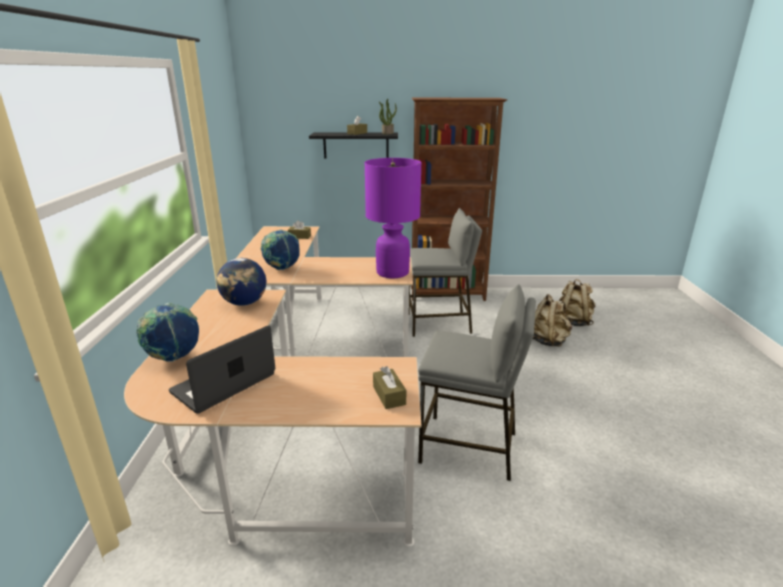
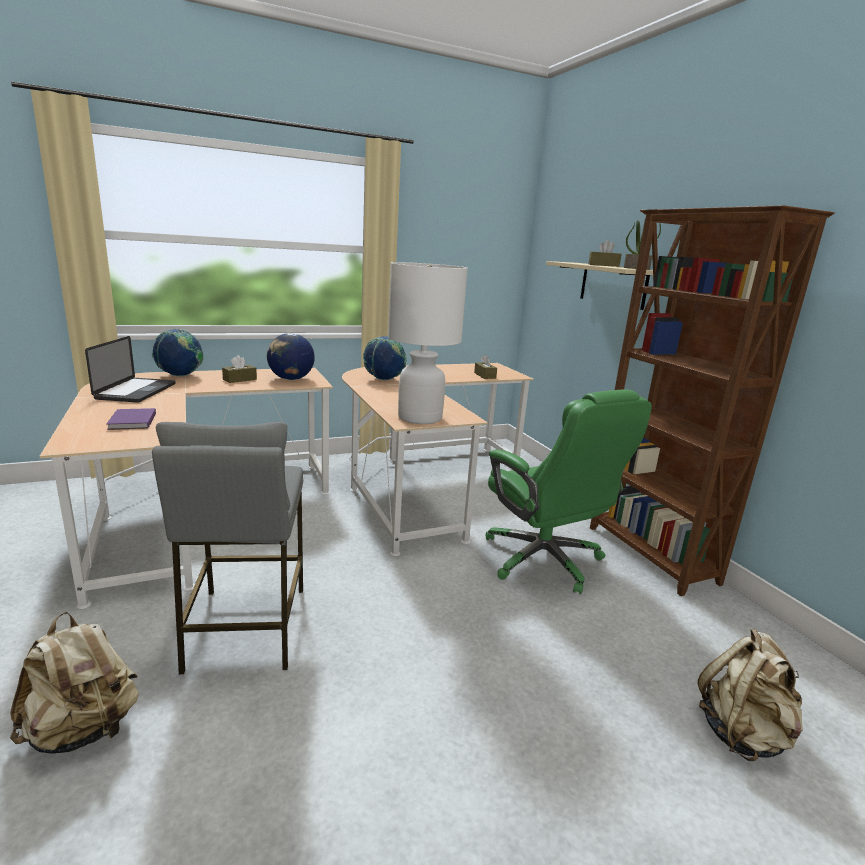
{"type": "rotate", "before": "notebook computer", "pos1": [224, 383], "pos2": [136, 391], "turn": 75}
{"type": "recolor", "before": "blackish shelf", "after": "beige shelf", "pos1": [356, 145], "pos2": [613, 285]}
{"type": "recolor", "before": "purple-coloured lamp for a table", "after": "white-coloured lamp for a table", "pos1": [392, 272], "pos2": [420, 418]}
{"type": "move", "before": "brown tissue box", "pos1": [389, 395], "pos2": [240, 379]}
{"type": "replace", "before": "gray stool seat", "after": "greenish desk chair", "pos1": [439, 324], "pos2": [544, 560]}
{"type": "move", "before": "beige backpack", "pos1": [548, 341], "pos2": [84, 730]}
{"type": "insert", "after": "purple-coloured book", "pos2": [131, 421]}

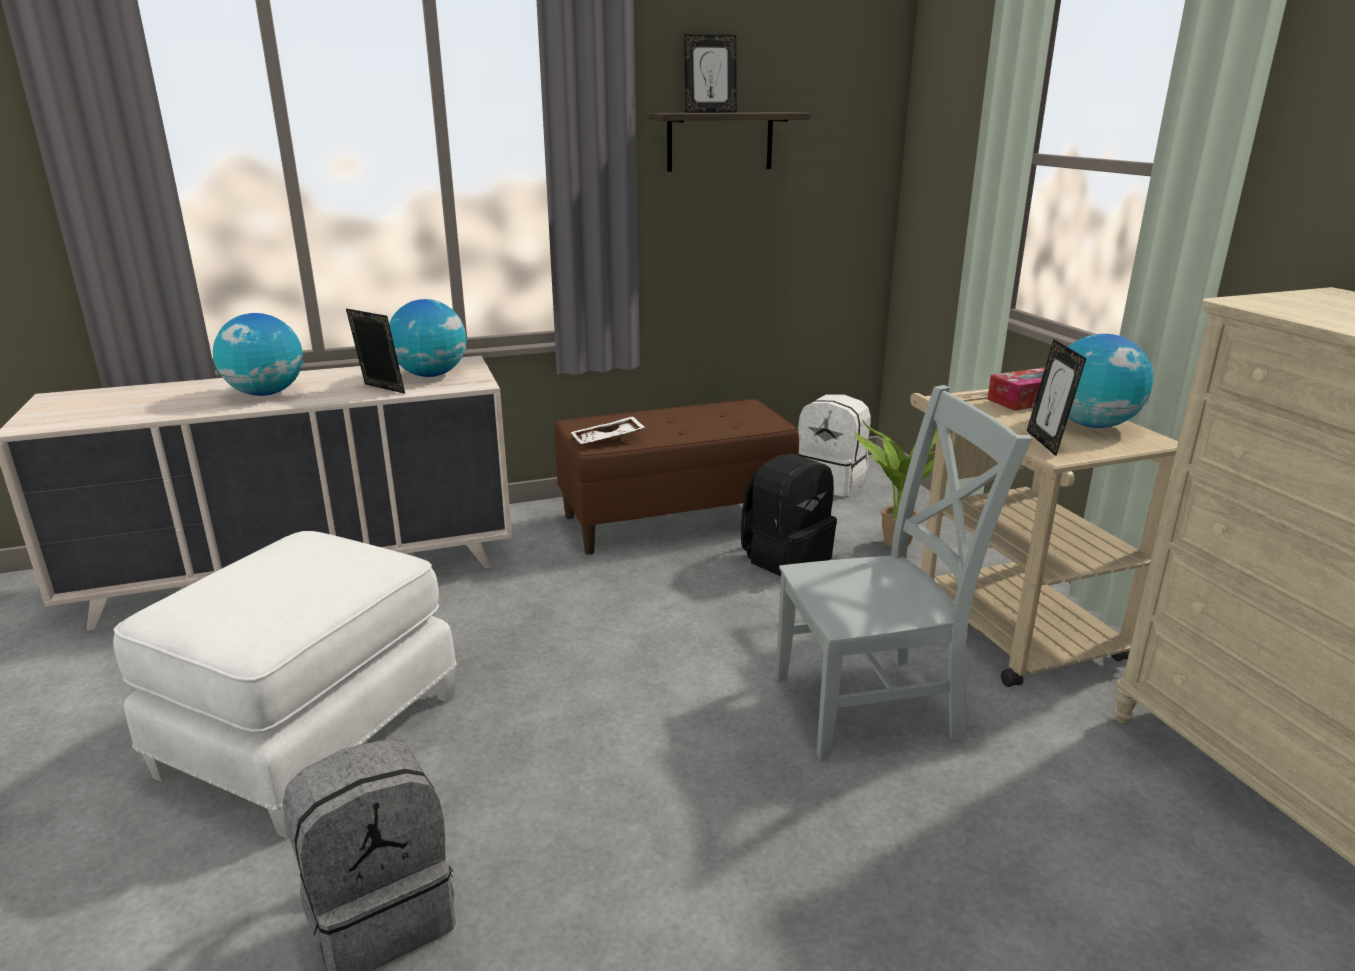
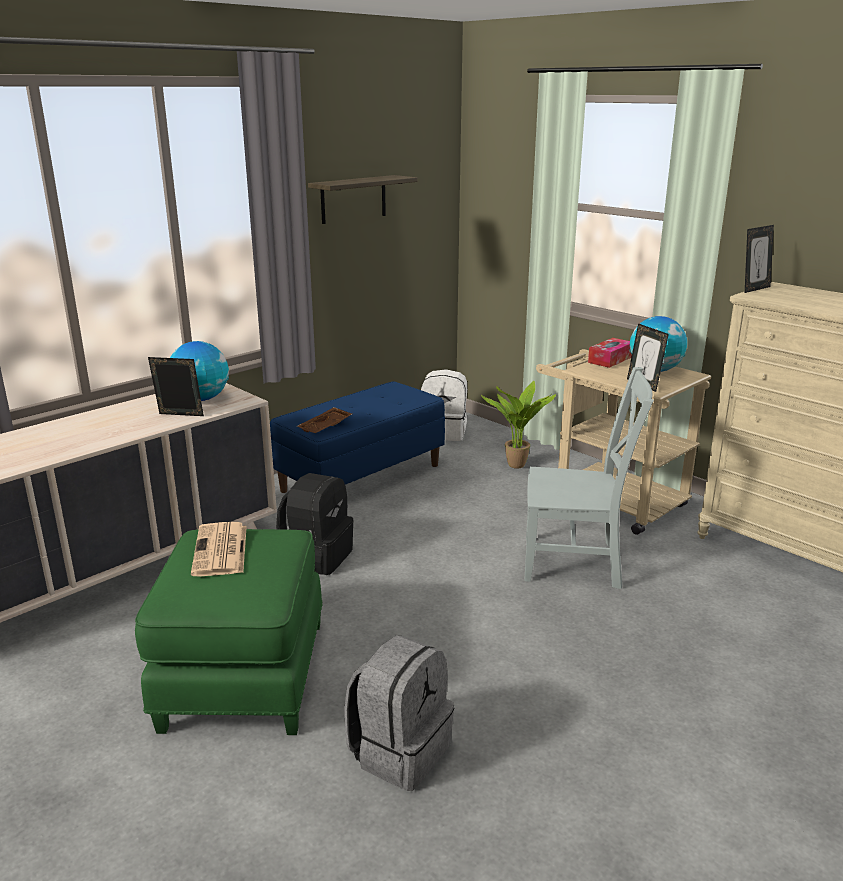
{"type": "recolor", "before": "white-coloured pouffe", "after": "greenish pouffe", "pos1": [310, 732], "pos2": [242, 674]}
{"type": "delete", "before": "globe", "pos1": [265, 394]}
{"type": "recolor", "before": "brown bench", "after": "blue-coloured bench", "pos1": [676, 519], "pos2": [361, 477]}
{"type": "recolor", "before": "white-coloured serving tray", "after": "brown serving tray", "pos1": [608, 440], "pos2": [325, 427]}
{"type": "move", "before": "picture frame", "pos1": [710, 112], "pos2": [754, 289]}
{"type": "move", "before": "blackish backpack", "pos1": [786, 558], "pos2": [317, 557]}
{"type": "rotate", "before": "gray plain chair", "pos1": [874, 705], "pos2": [577, 562], "turn": 45}
{"type": "insert", "after": "printed paper", "pos2": [221, 551]}

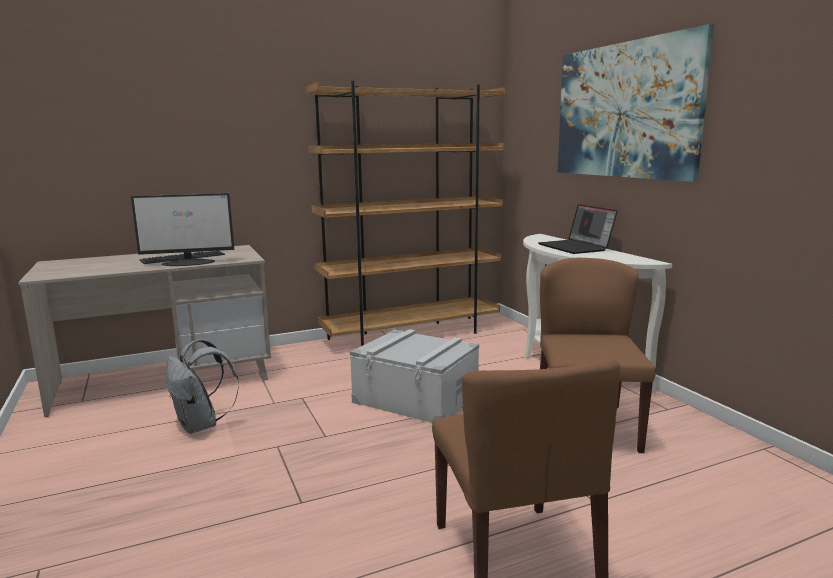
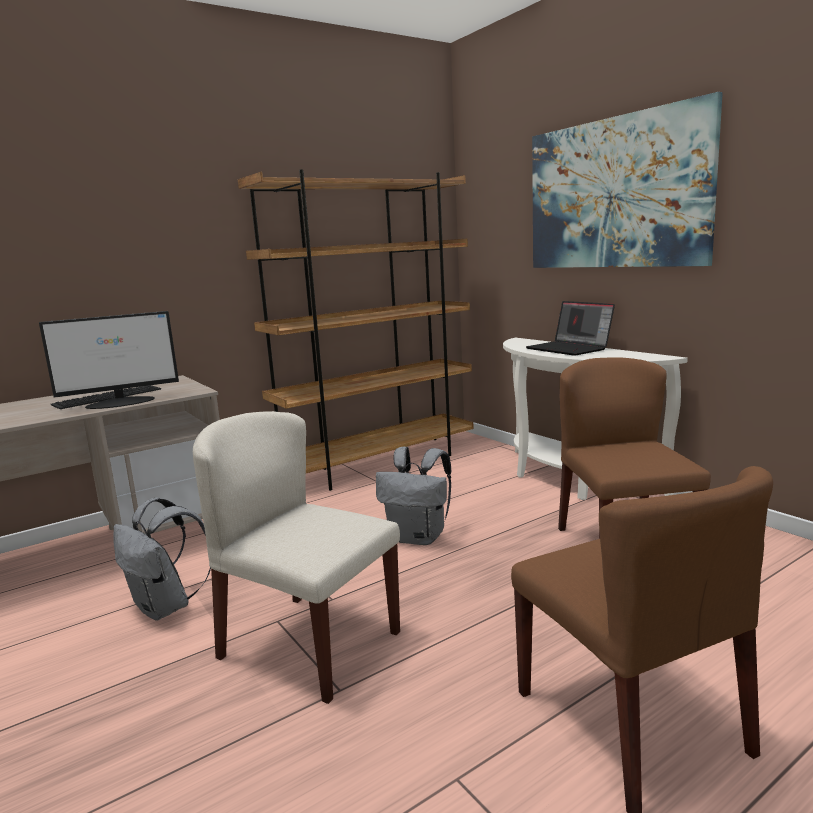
{"type": "replace", "before": "gray storage container", "after": "gray backpack", "pos1": [416, 397], "pos2": [419, 537]}
{"type": "insert", "after": "beige plain chair", "pos2": [308, 644]}

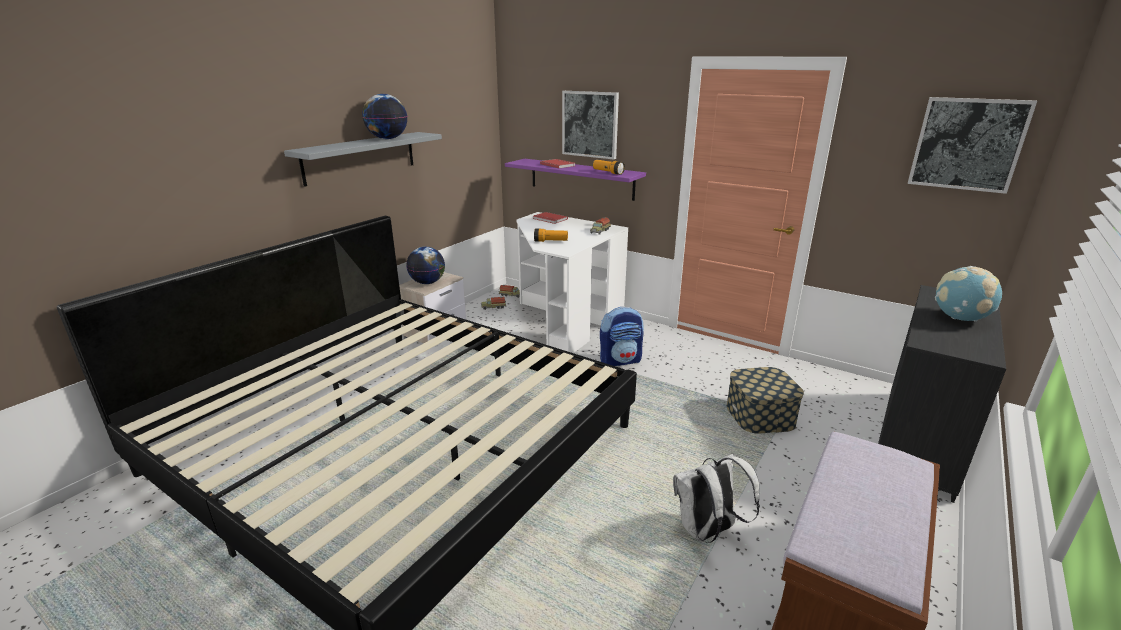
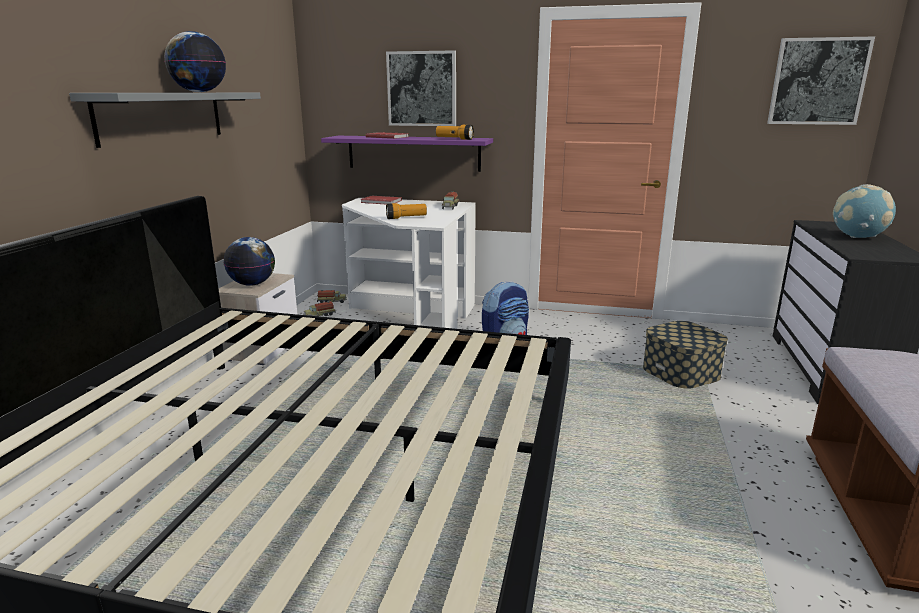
{"type": "delete", "before": "white-coloured backpack", "pos1": [707, 531]}

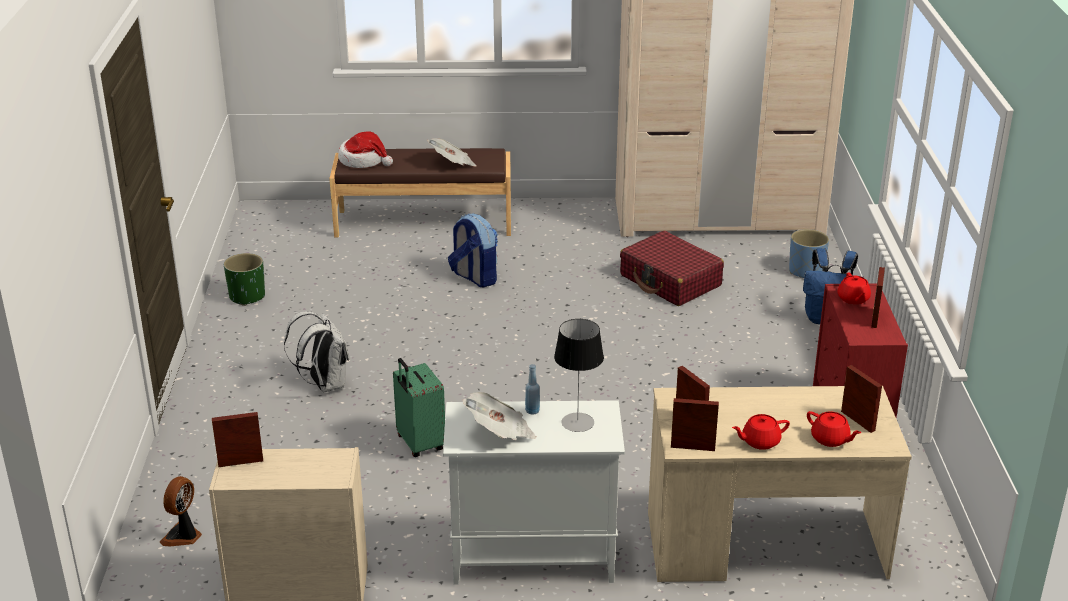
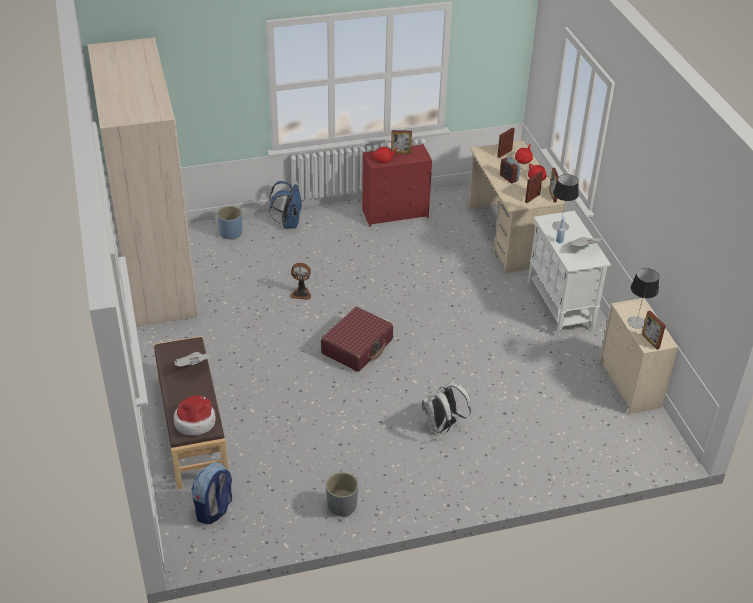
{"type": "move", "before": "cooling fan", "pos1": [183, 536], "pos2": [301, 293]}
{"type": "recolor", "before": "greenish flower pot", "after": "gray flower pot", "pos1": [247, 297], "pos2": [342, 505]}
{"type": "delete", "before": "greenish piece of luggage", "pos1": [419, 444]}
{"type": "move", "before": "backpack", "pos1": [474, 277], "pos2": [214, 510]}
{"type": "move", "before": "reddish piece of luggage", "pos1": [670, 281], "pos2": [357, 346]}
{"type": "insert", "after": "bedside clock", "pos2": [509, 178]}
{"type": "insert", "after": "lamp for a table", "pos2": [636, 322]}

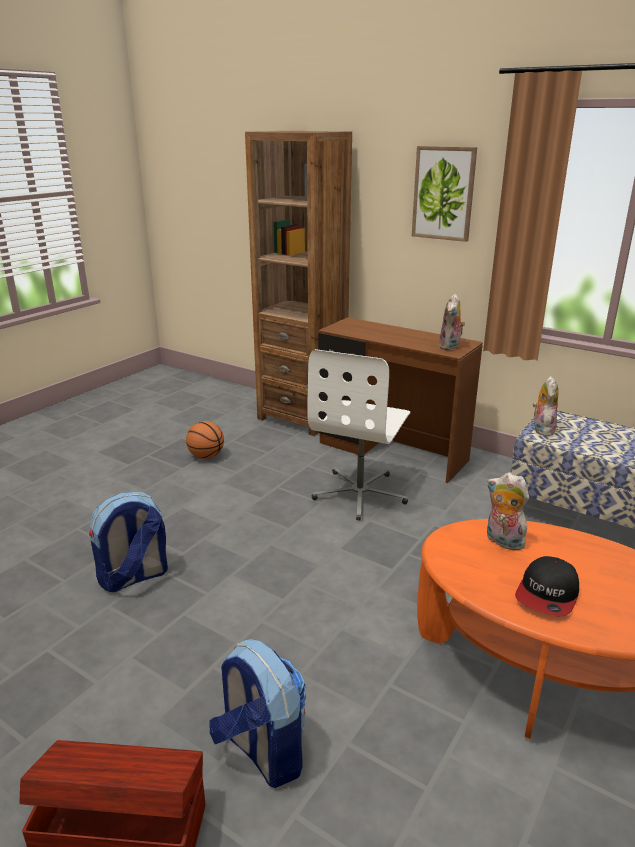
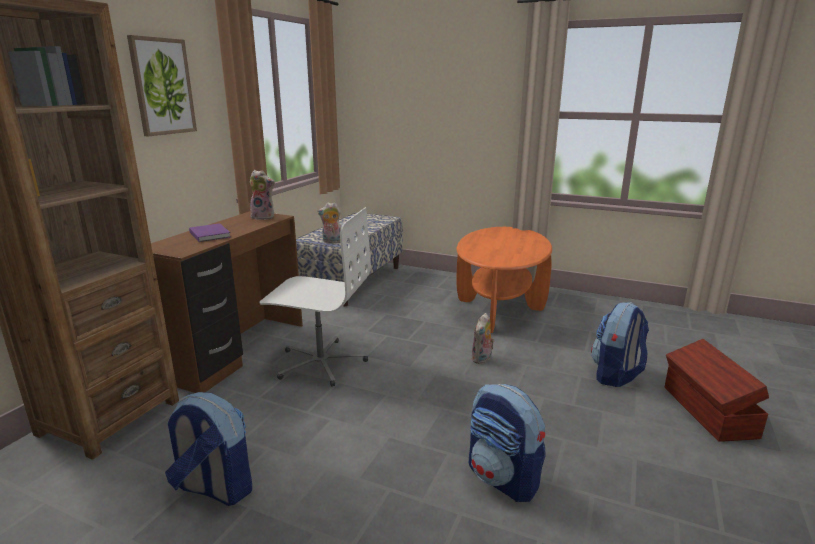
{"type": "replace", "before": "basketball ball", "after": "backpack", "pos1": [206, 456], "pos2": [214, 488]}
{"type": "move", "before": "soft toy", "pos1": [502, 541], "pos2": [482, 359]}
{"type": "delete", "before": "baseball cap", "pos1": [547, 594]}
{"type": "insert", "after": "purple-coloured book", "pos2": [210, 234]}

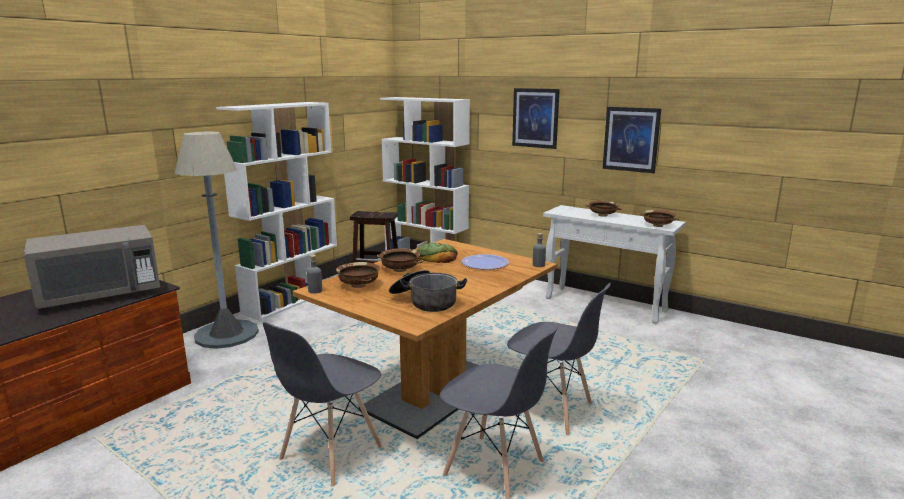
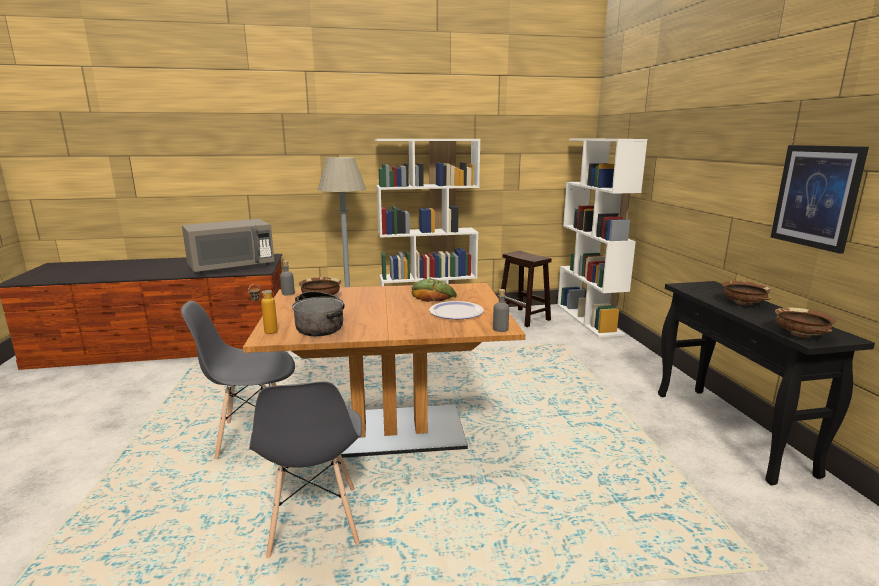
{"type": "rotate", "before": "gray microwave", "pos1": [100, 295], "pos2": [231, 267], "turn": -45}
{"type": "delete", "before": "brown serving bowl", "pos1": [400, 270]}
{"type": "delete", "before": "gray plain chair", "pos1": [551, 410]}
{"type": "delete", "before": "wall picture", "pos1": [535, 118]}
{"type": "recolor", "before": "white-coloured console table", "after": "blackish console table", "pos1": [606, 305], "pos2": [730, 431]}
{"type": "insert", "after": "drink bottle", "pos2": [265, 333]}

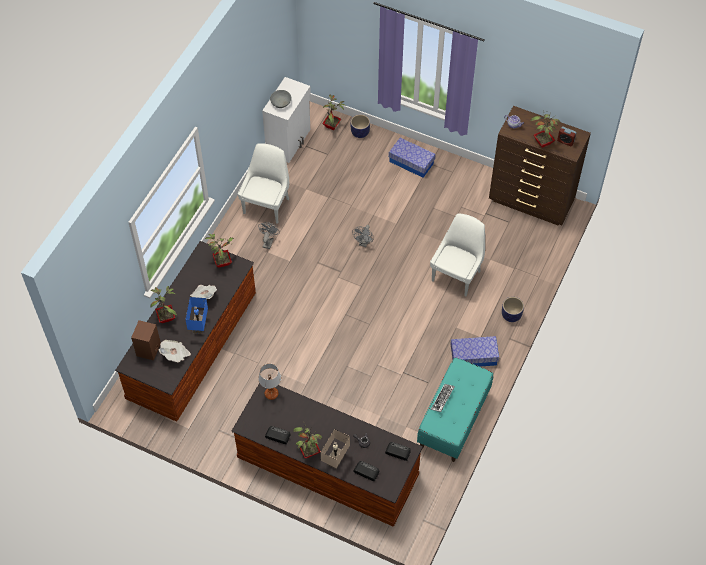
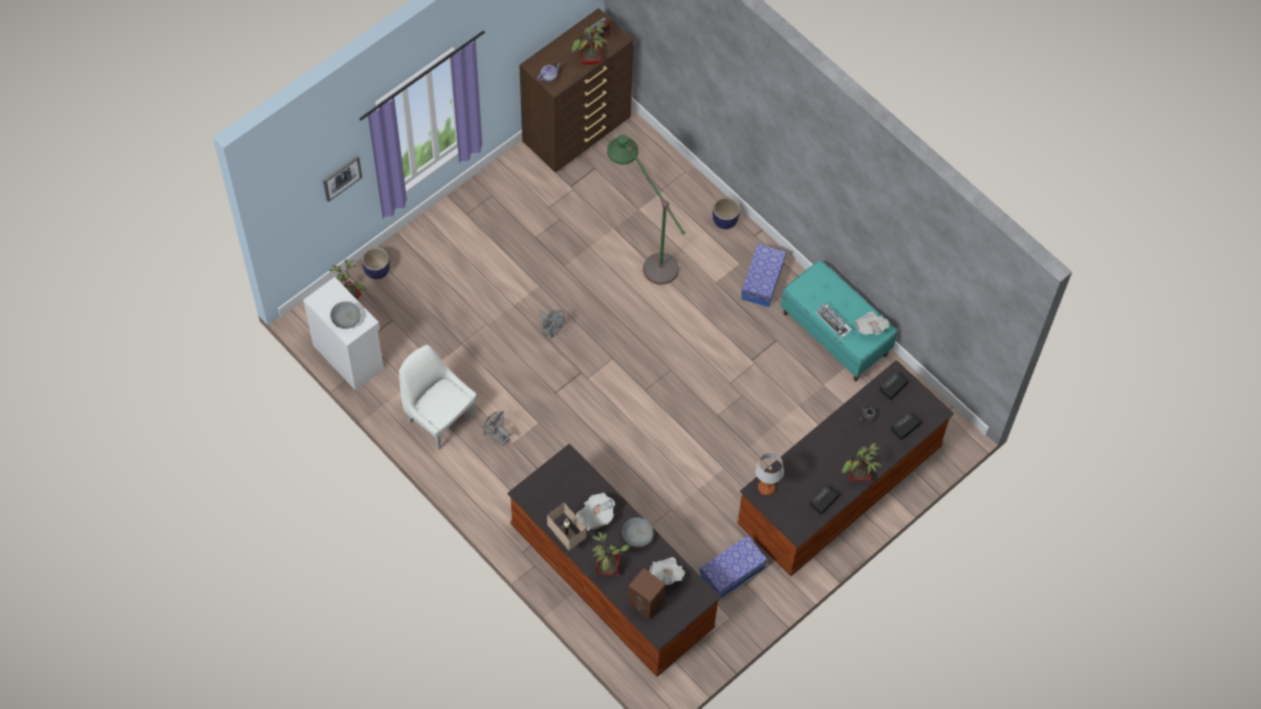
{"type": "replace", "before": "blue-coloured lamp for a table", "after": "gray serving bowl", "pos1": [198, 326], "pos2": [637, 536]}
{"type": "delete", "before": "houseplant", "pos1": [222, 262]}
{"type": "move", "before": "beige lamp for a table", "pos1": [336, 461], "pos2": [568, 539]}
{"type": "move", "before": "storage container", "pos1": [411, 162], "pos2": [732, 572]}
{"type": "replace", "before": "white-coloured plain chair", "after": "greenish floor lamp", "pos1": [457, 275], "pos2": [644, 252]}
{"type": "insert", "after": "wall picture", "pos2": [341, 177]}
{"type": "insert", "after": "printed paper", "pos2": [870, 327]}

